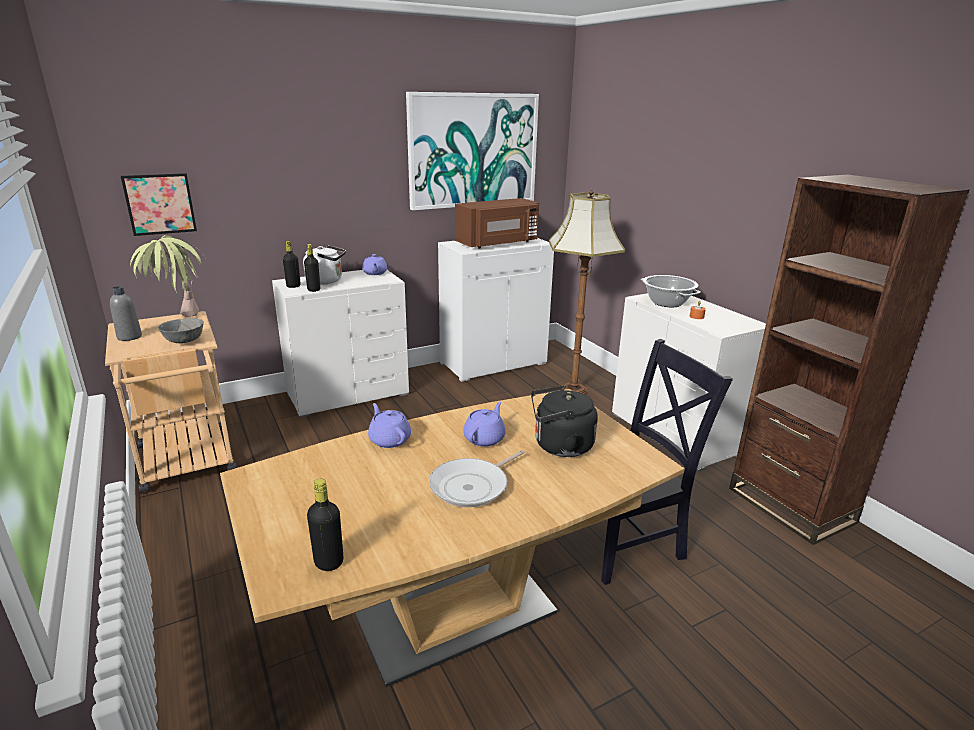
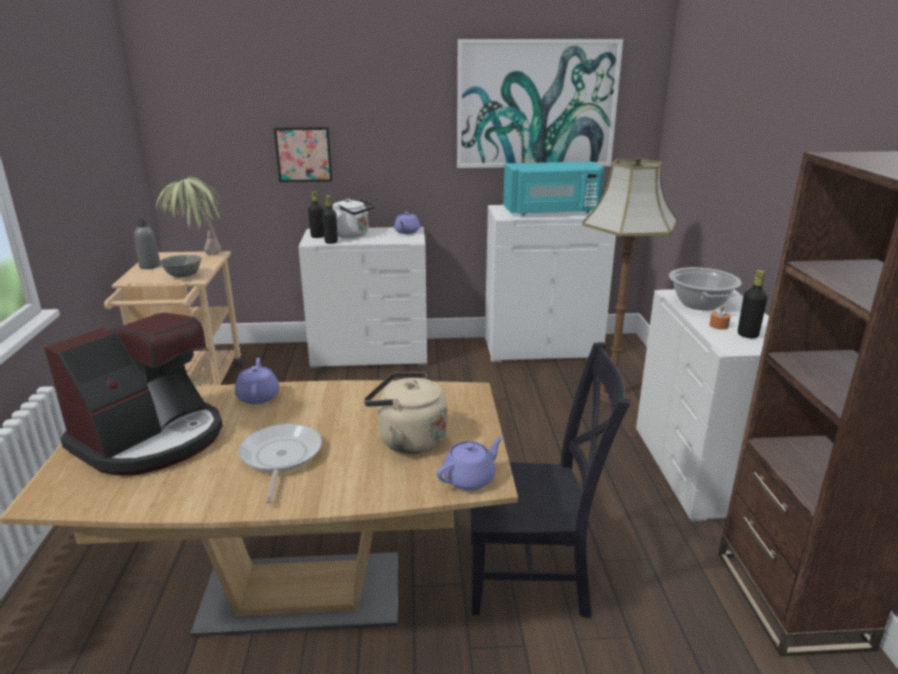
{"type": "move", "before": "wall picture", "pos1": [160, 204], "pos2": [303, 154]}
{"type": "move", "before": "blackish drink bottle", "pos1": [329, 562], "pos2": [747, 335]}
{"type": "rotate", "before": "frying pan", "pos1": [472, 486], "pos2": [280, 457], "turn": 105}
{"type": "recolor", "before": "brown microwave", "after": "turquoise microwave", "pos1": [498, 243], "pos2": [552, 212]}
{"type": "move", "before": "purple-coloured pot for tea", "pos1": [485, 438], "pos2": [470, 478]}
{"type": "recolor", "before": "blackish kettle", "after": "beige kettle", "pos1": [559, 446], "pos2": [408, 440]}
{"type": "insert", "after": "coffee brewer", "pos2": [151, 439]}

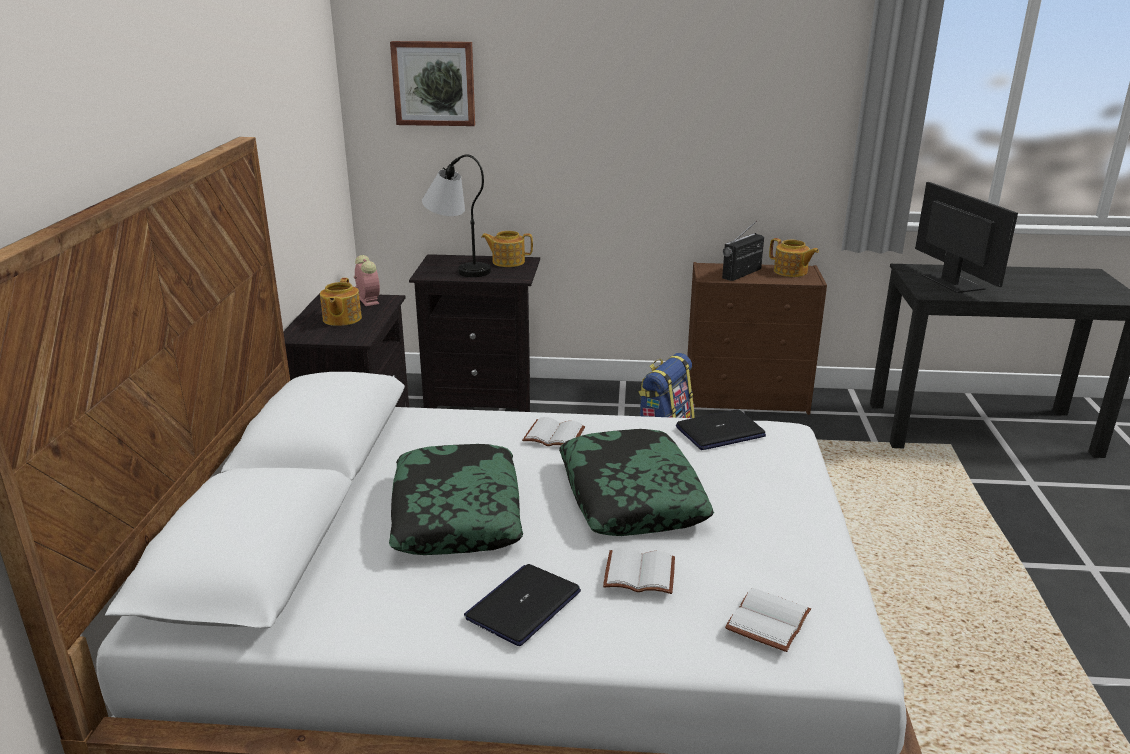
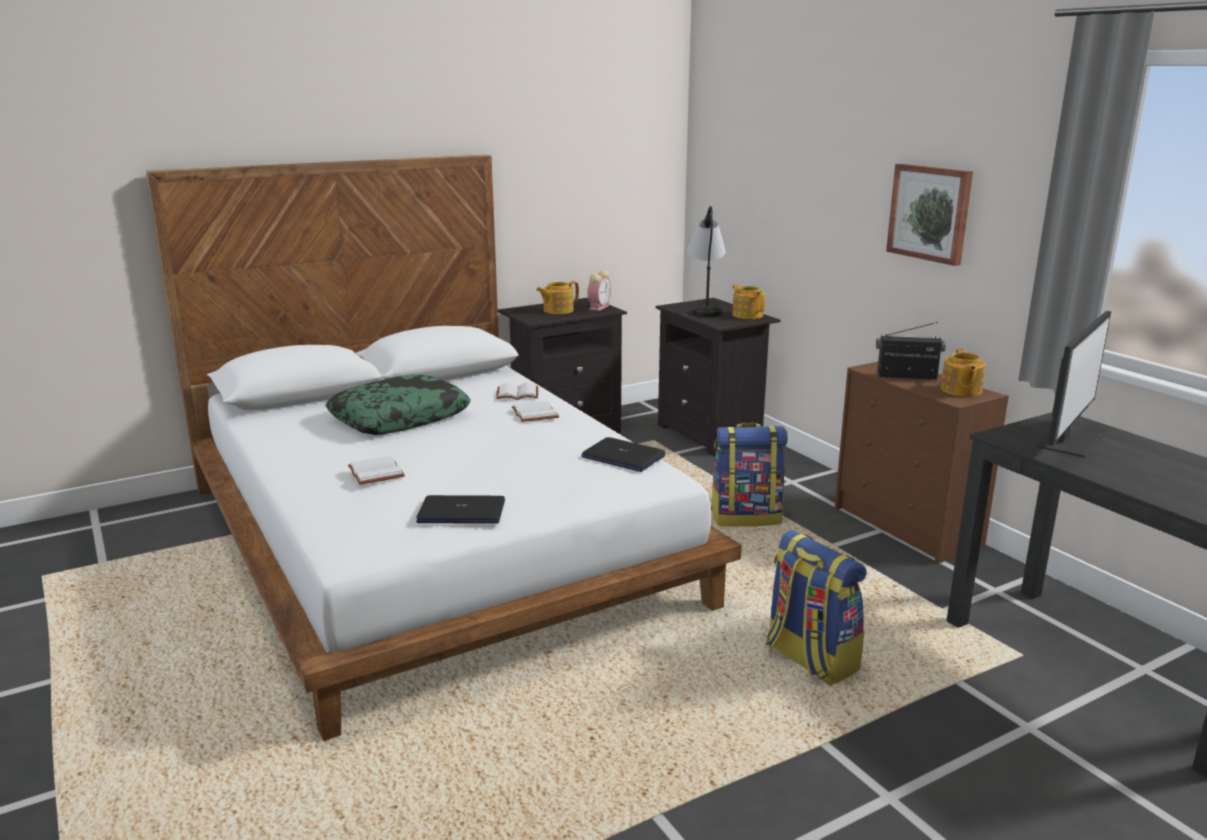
{"type": "move", "before": "wall picture", "pos1": [434, 83], "pos2": [930, 213]}
{"type": "move", "before": "notebook computer", "pos1": [523, 605], "pos2": [462, 512]}
{"type": "delete", "before": "pillow", "pos1": [630, 496]}
{"type": "move", "before": "white-coloured book", "pos1": [770, 622], "pos2": [516, 394]}
{"type": "insert", "after": "backpack", "pos2": [809, 659]}

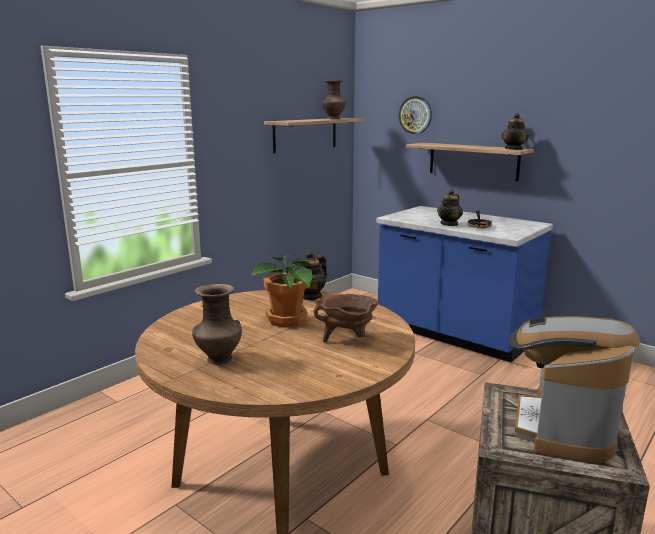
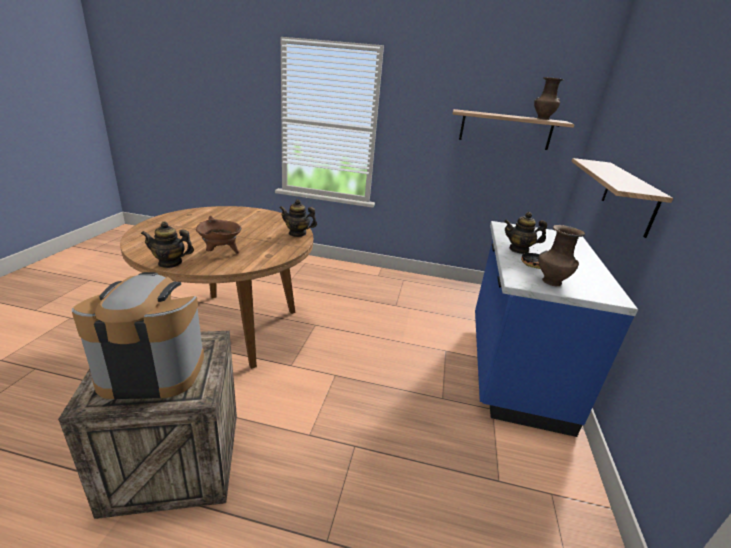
{"type": "move", "before": "brown flower vase", "pos1": [218, 359], "pos2": [550, 281]}
{"type": "delete", "before": "houseplant", "pos1": [286, 320]}
{"type": "delete", "before": "wall clock", "pos1": [415, 115]}
{"type": "move", "before": "pot for tea", "pos1": [514, 149], "pos2": [170, 263]}

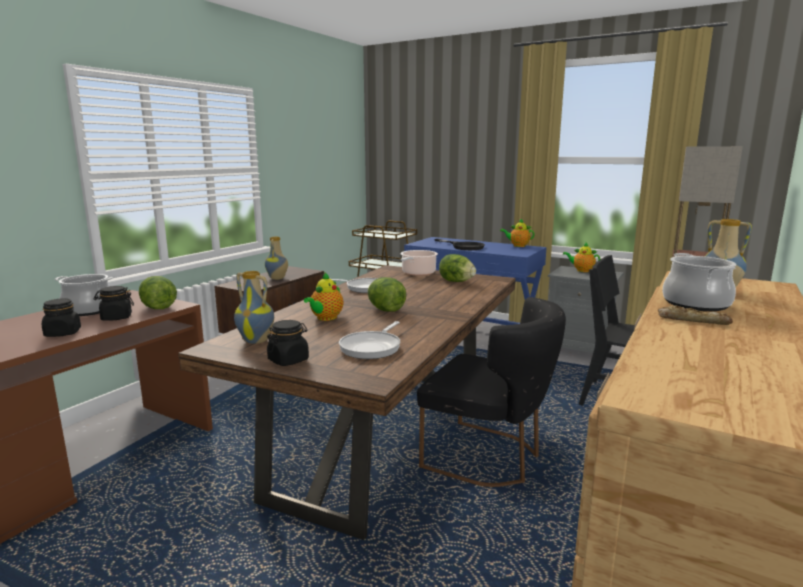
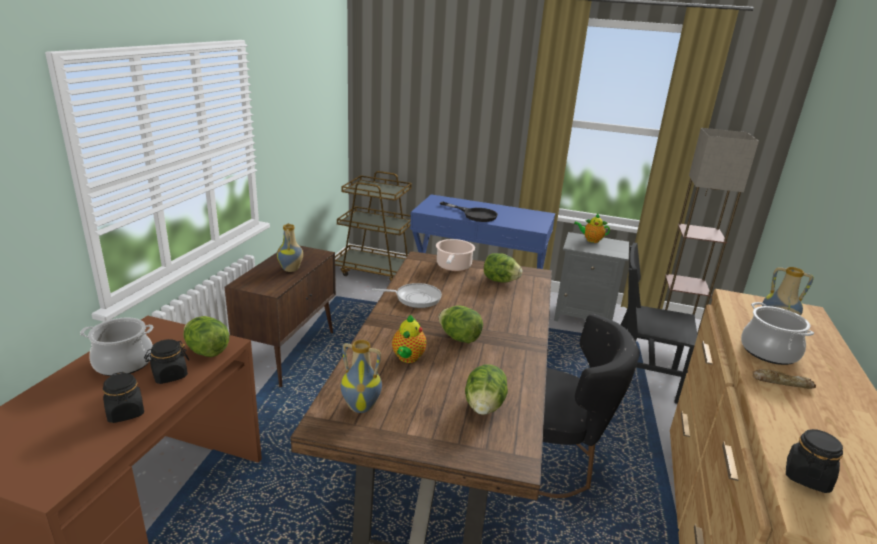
{"type": "move", "before": "blackish storage jar", "pos1": [288, 360], "pos2": [807, 476]}
{"type": "replace", "before": "frying pan", "after": "lettuce head", "pos1": [372, 347], "pos2": [484, 407]}
{"type": "delete", "before": "pot for tea", "pos1": [517, 245]}

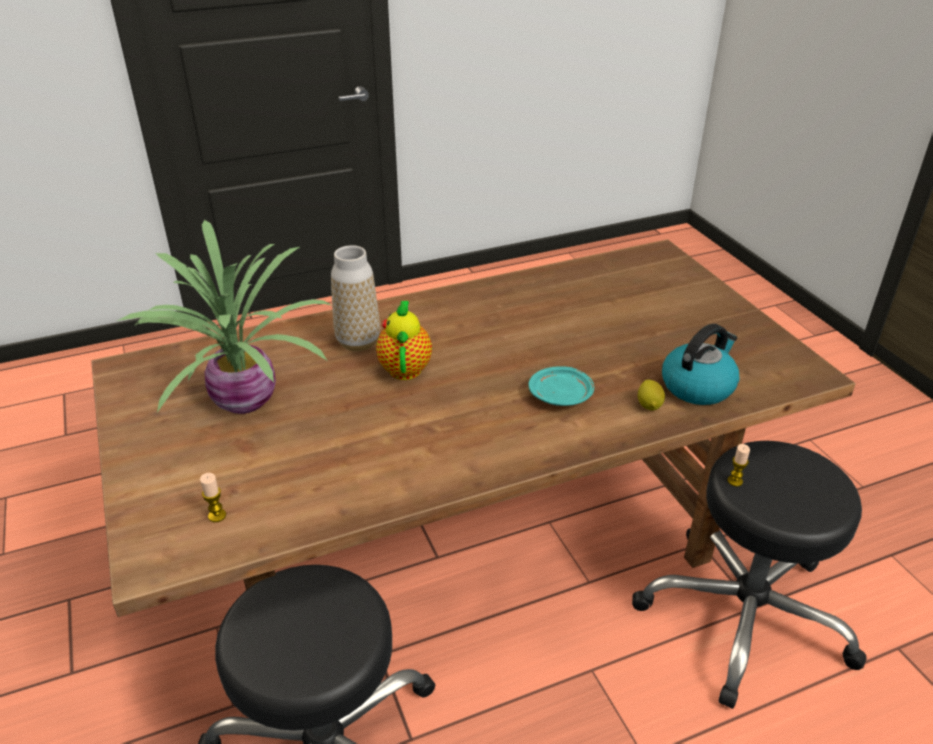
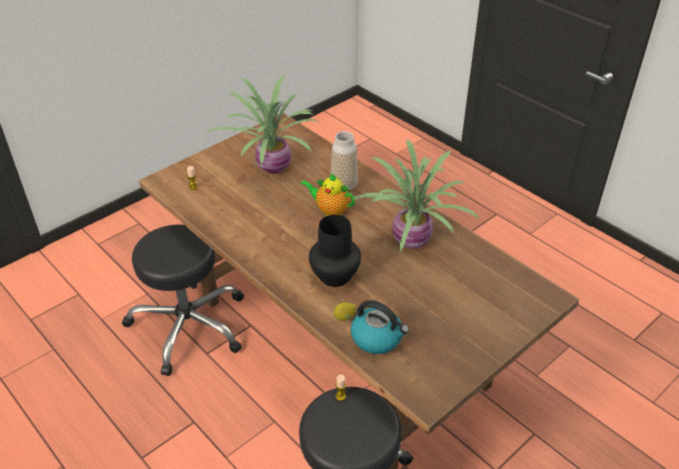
{"type": "rotate", "before": "pot for tea", "pos1": [405, 367], "pos2": [330, 210], "turn": -135}
{"type": "replace", "before": "turquoise plate", "after": "blackish flower vase", "pos1": [561, 395], "pos2": [335, 277]}
{"type": "insert", "after": "houseplant", "pos2": [410, 242]}

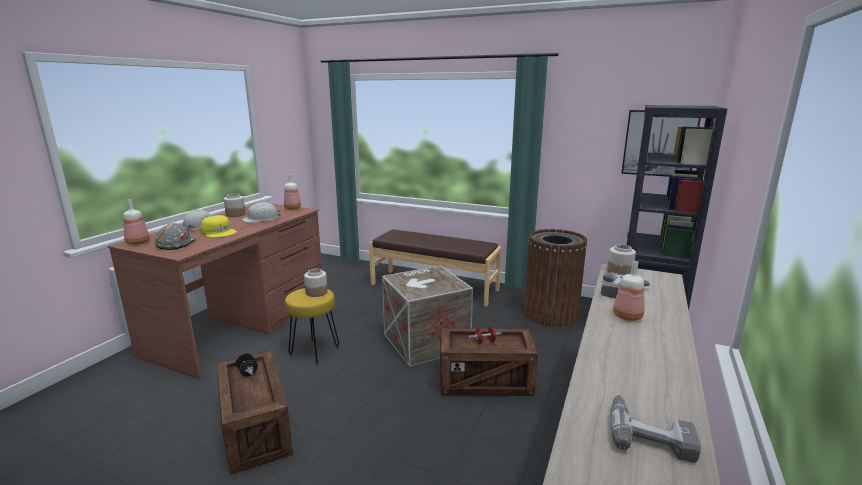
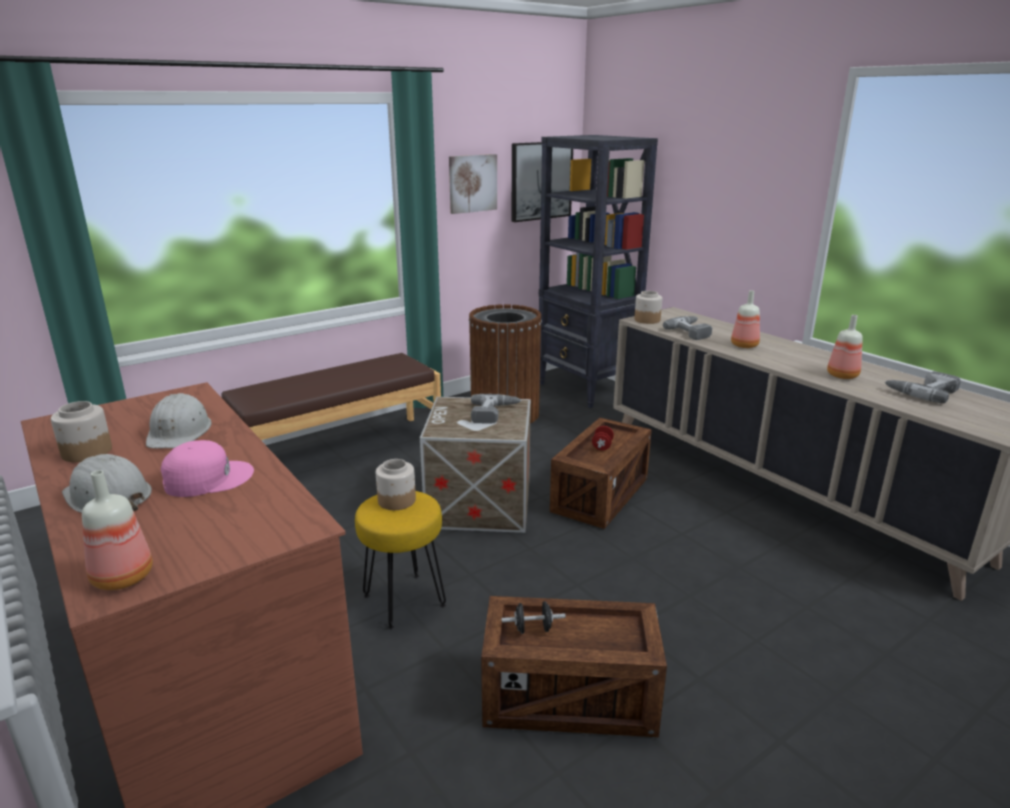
{"type": "delete", "before": "gray safety helmet", "pos1": [175, 244]}
{"type": "recolor", "before": "yellowish baseball cap", "after": "pink baseball cap", "pos1": [219, 232], "pos2": [207, 478]}
{"type": "move", "before": "drink bottle", "pos1": [292, 208], "pos2": [843, 376]}
{"type": "insert", "after": "wall picture", "pos2": [472, 183]}
{"type": "insert", "after": "drill", "pos2": [495, 413]}

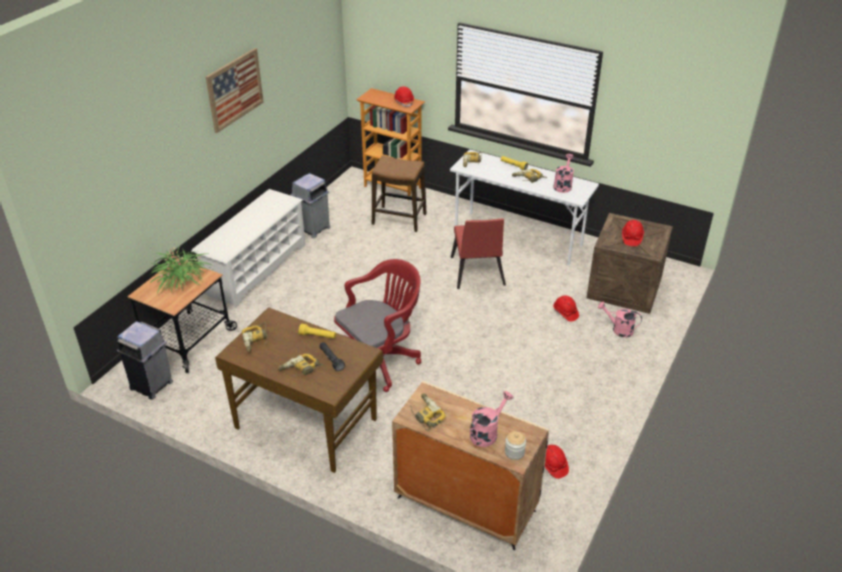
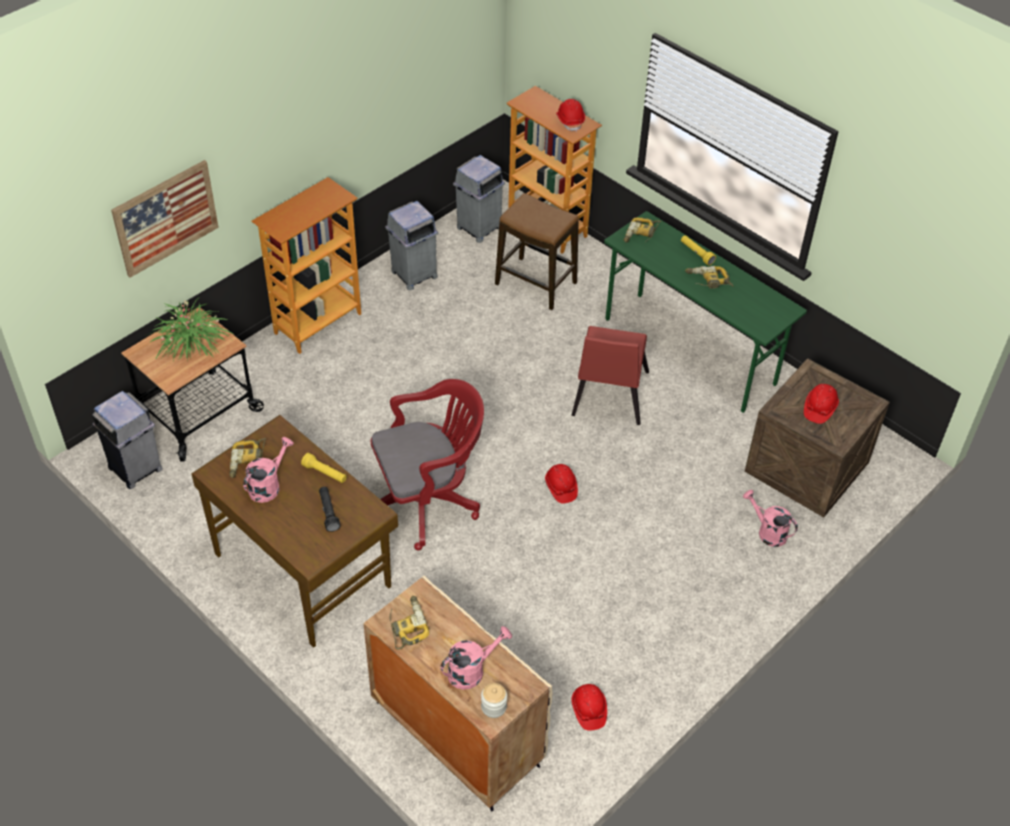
{"type": "replace", "before": "white-coloured shoe shelf", "after": "bookcase", "pos1": [256, 269], "pos2": [317, 323]}
{"type": "move", "before": "wall picture", "pos1": [235, 89], "pos2": [165, 218]}
{"type": "delete", "before": "drill", "pos1": [301, 370]}
{"type": "recolor", "before": "white-coloured desk", "after": "greenish desk", "pos1": [518, 238], "pos2": [690, 351]}
{"type": "move", "before": "pink watering can", "pos1": [563, 185], "pos2": [268, 485]}
{"type": "move", "before": "reddish safety helmet", "pos1": [565, 313], "pos2": [560, 488]}
{"type": "insert", "after": "gray trash can", "pos2": [478, 228]}

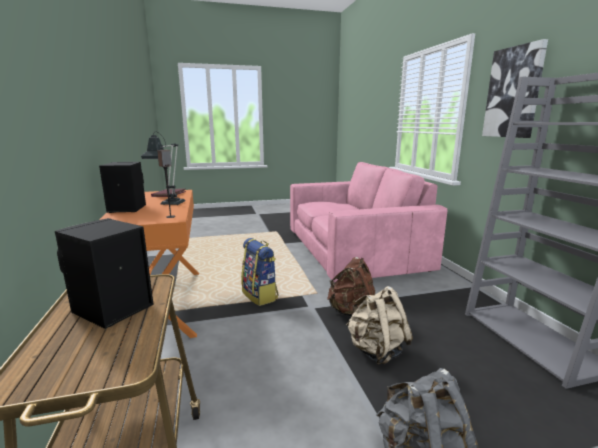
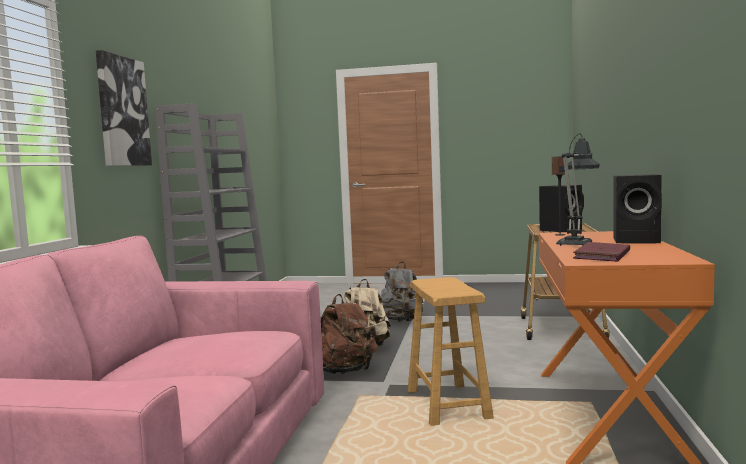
{"type": "replace", "before": "backpack", "after": "brown stool seat", "pos1": [260, 295], "pos2": [447, 404]}

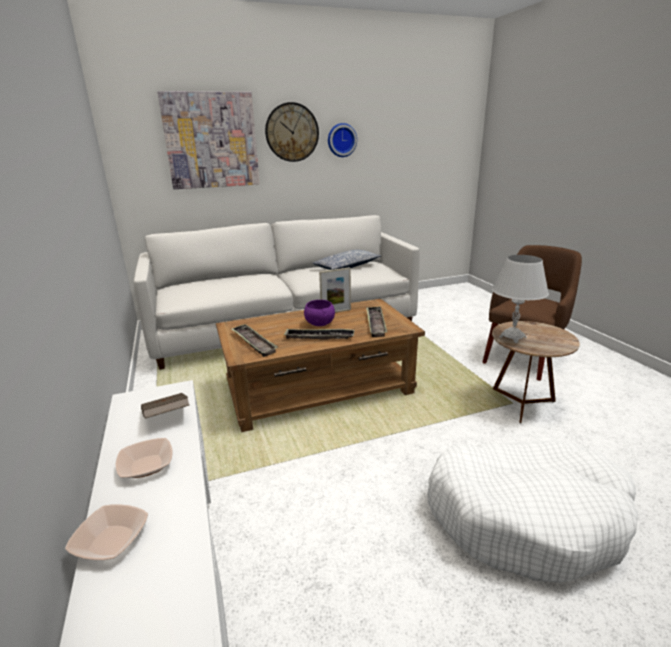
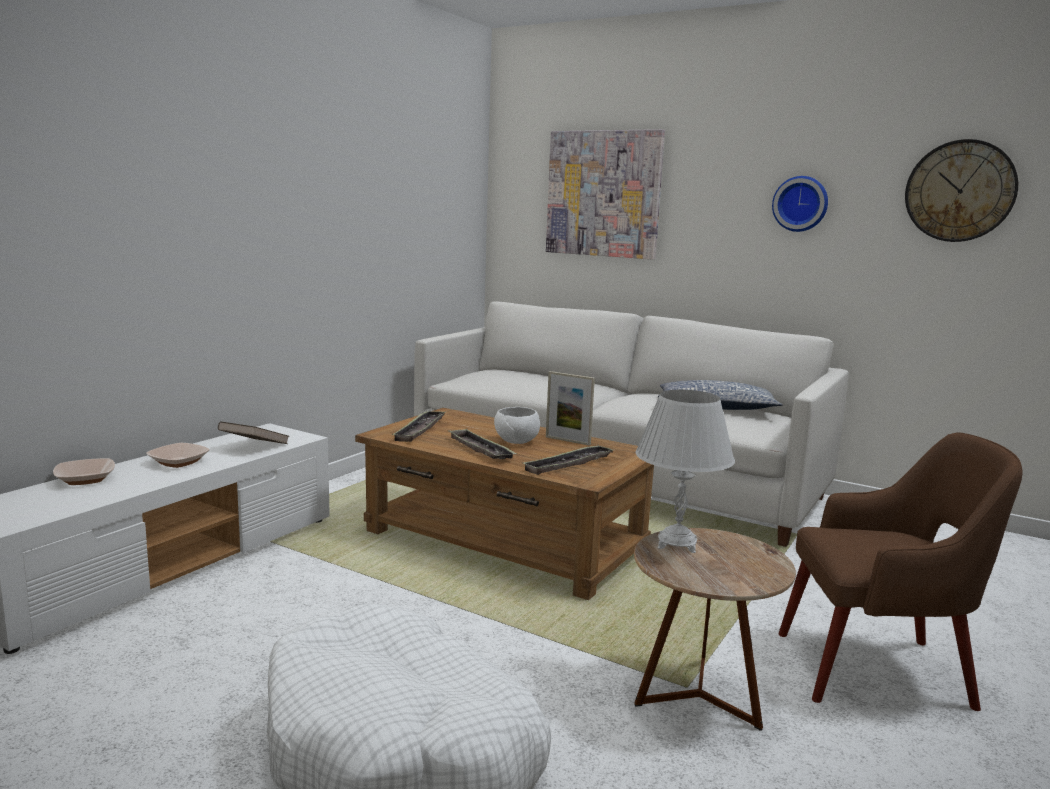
{"type": "move", "before": "wall clock", "pos1": [292, 132], "pos2": [960, 191]}
{"type": "recolor", "before": "purple-coloured serving bowl", "after": "white-coloured serving bowl", "pos1": [320, 324], "pos2": [517, 442]}

